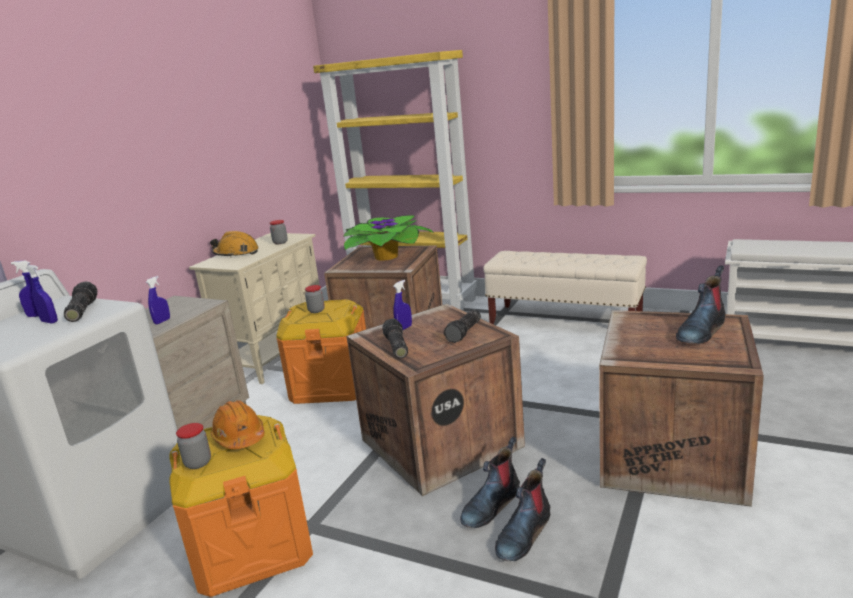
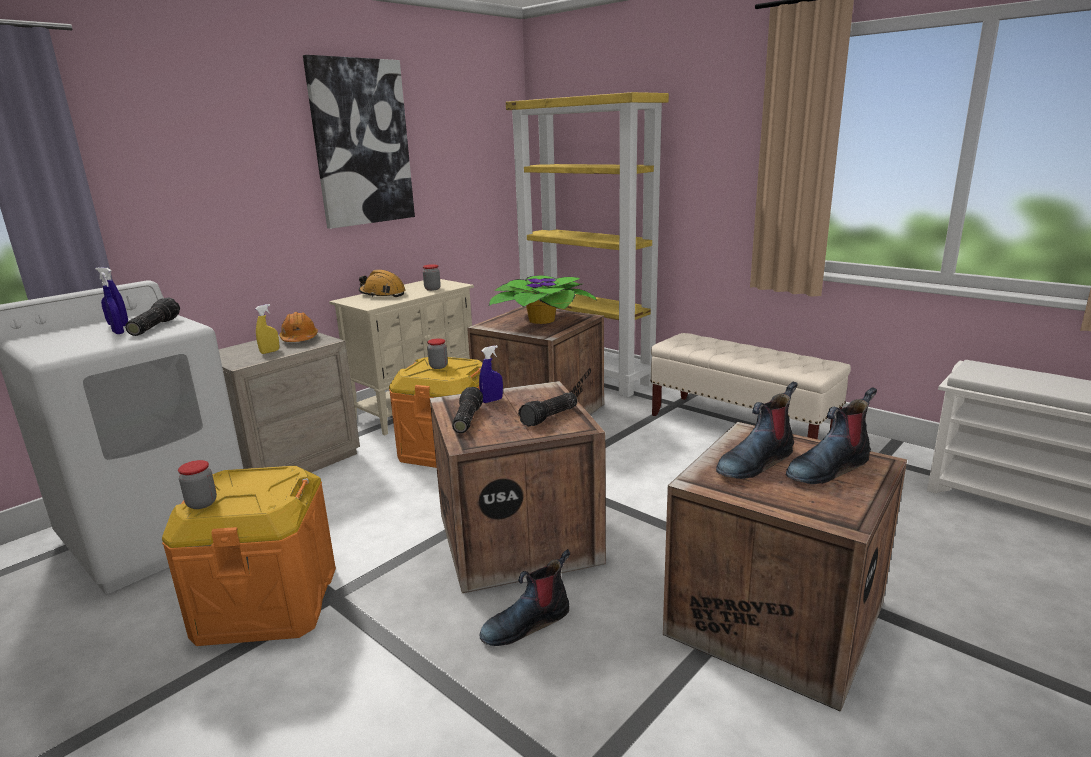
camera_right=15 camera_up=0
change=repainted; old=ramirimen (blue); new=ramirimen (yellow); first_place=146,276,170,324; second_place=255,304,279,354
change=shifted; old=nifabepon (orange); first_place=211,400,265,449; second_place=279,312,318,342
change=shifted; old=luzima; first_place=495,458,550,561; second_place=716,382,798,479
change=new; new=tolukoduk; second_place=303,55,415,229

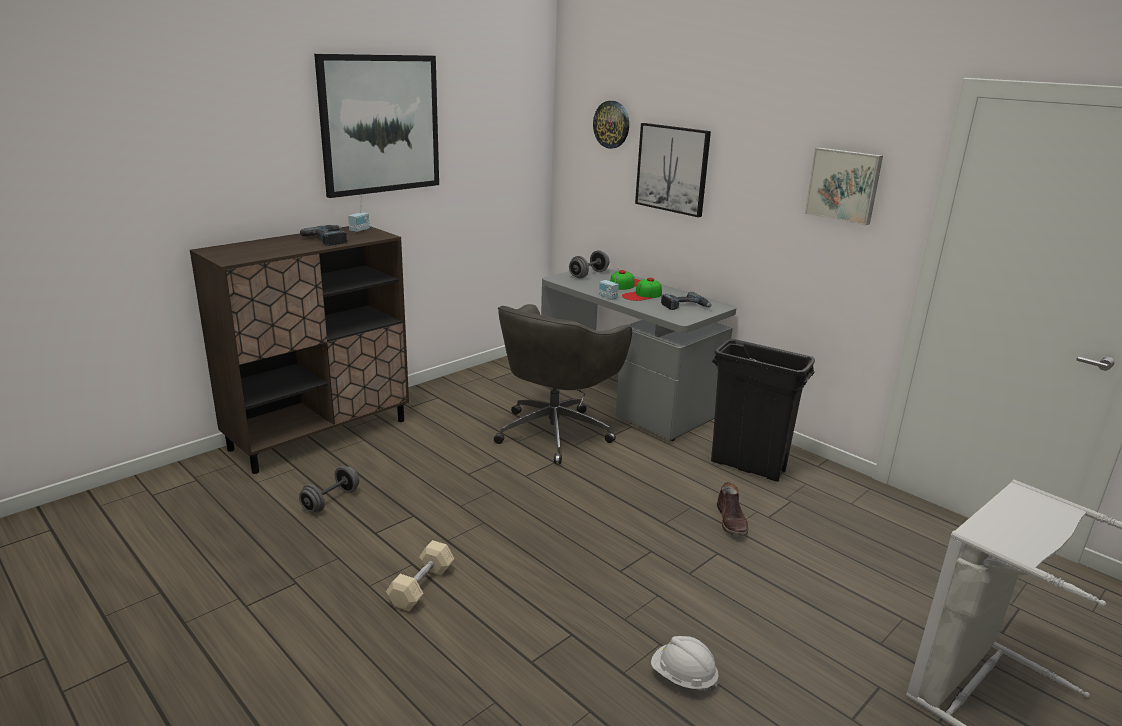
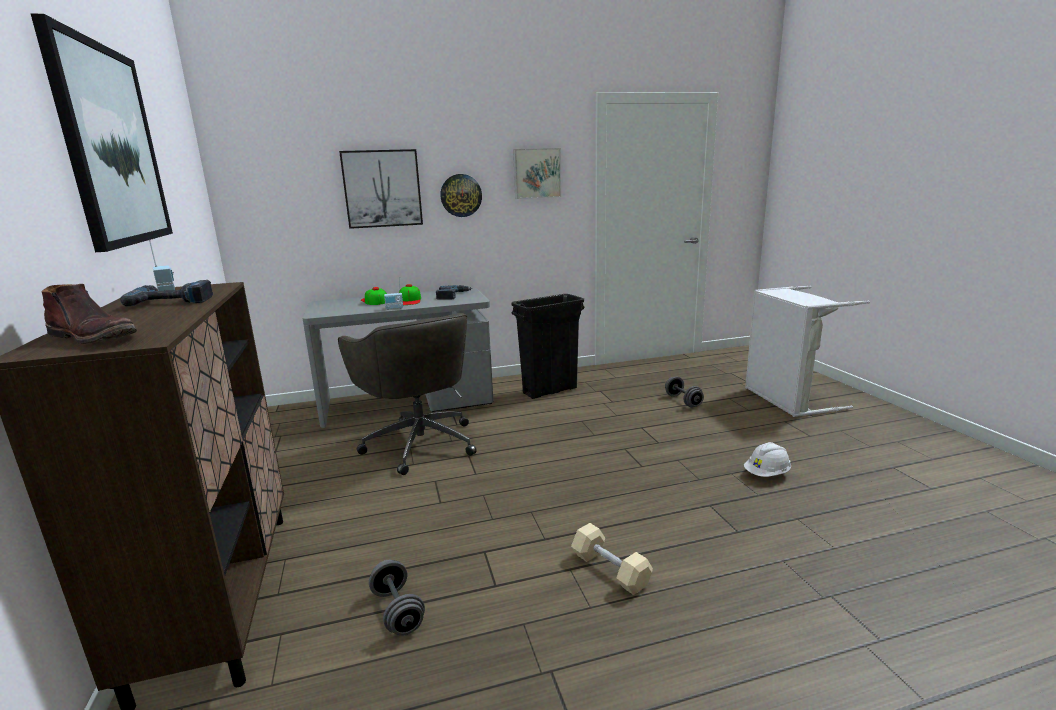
camera_right=-60 camera_up=-5
change=shifted; old=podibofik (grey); first_place=569,250,609,278; second_place=665,376,704,407
change=shifted; old=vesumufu; first_place=593,101,629,149; second_place=440,174,482,217
change=shifted; old=luzima (brown); first_place=717,482,748,536; second_place=41,284,137,344

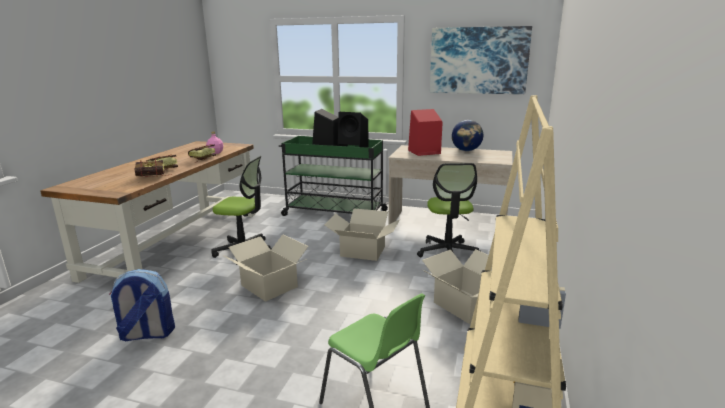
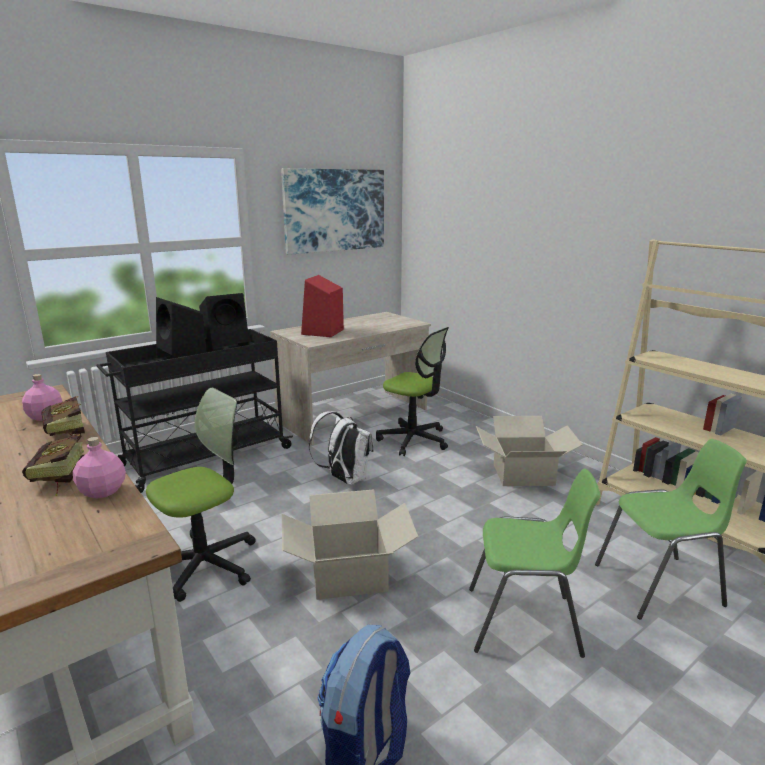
camera_right=-55 camera_up=0
change=swapped; old=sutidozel; new=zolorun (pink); first_place=134,159,172,177; second_place=73,437,126,499
change=repainted; old=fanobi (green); new=fanobi (black); first_place=279,136,388,216; second_place=96,329,293,493
change=swapped; old=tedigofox; new=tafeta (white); first_place=325,208,400,261; second_place=309,411,374,485
change=gone; old=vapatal; first_place=452,120,483,151
change=new; new=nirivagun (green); second_place=469,469,601,658

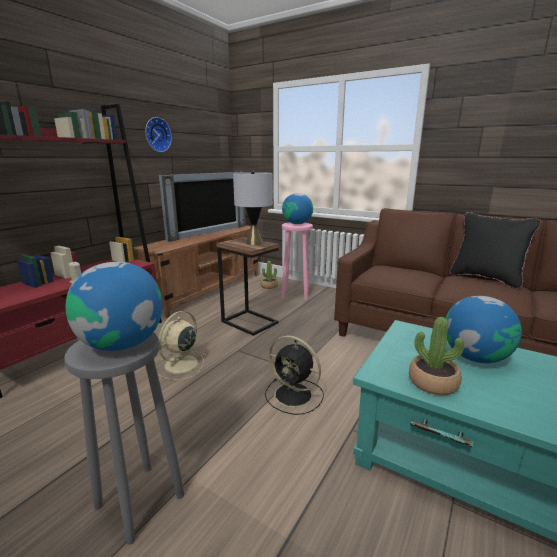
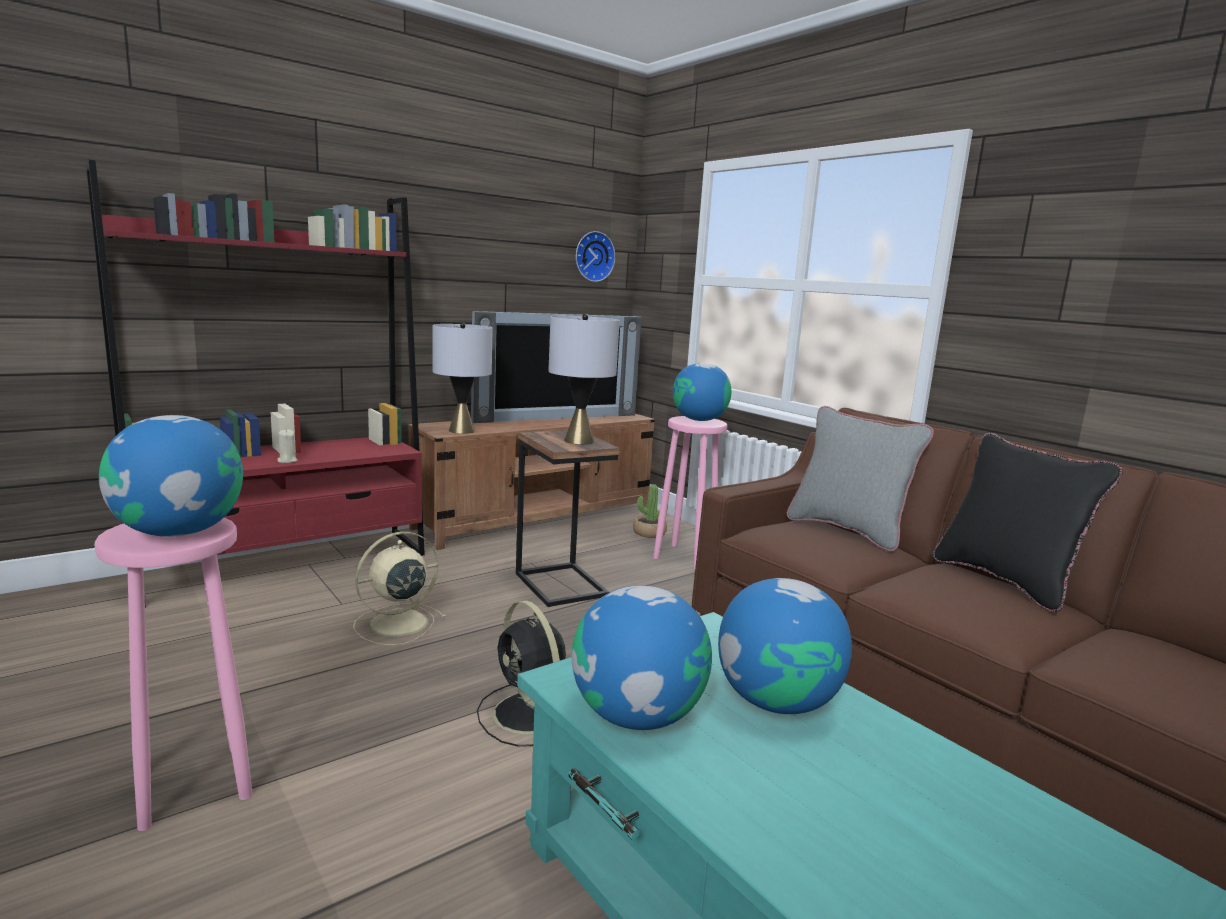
camera_right=20 camera_up=-5
change=repainted; old=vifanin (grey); new=vifanin (pink); first_place=64,332,184,545; second_place=94,518,253,831
change=shifted; old=vesumufu; first_place=145,117,172,152; second_place=576,231,615,282
change=swapped; old=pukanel; new=vapatal; first_place=409,317,464,395; second_place=572,586,712,730
change=new; new=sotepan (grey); second_place=432,322,493,434
change=new; new=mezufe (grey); second_place=787,406,934,551

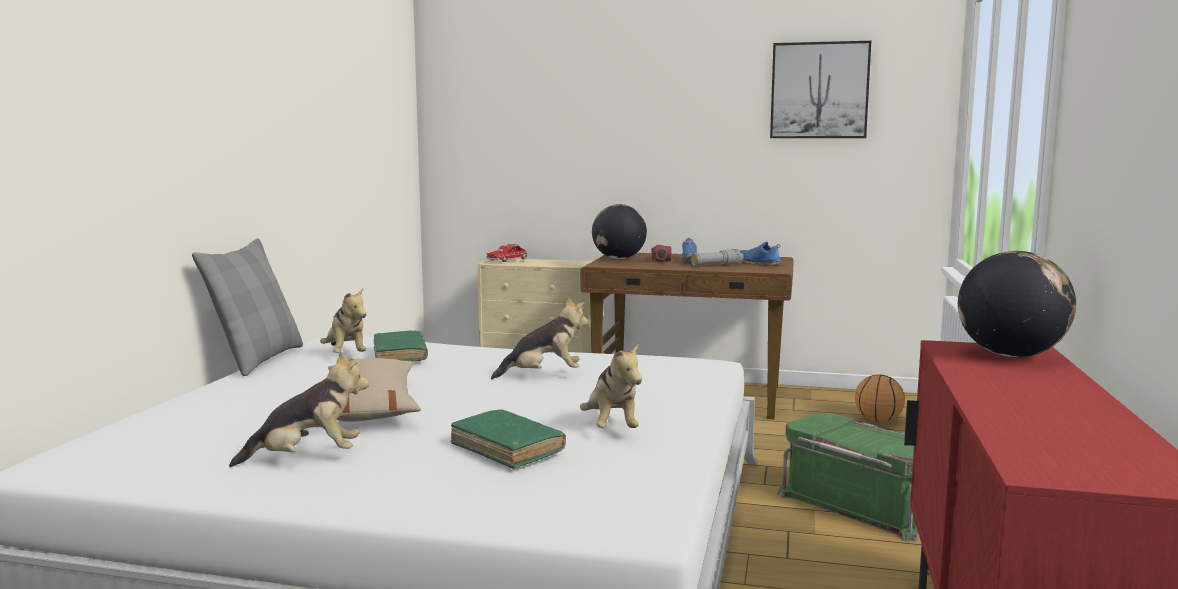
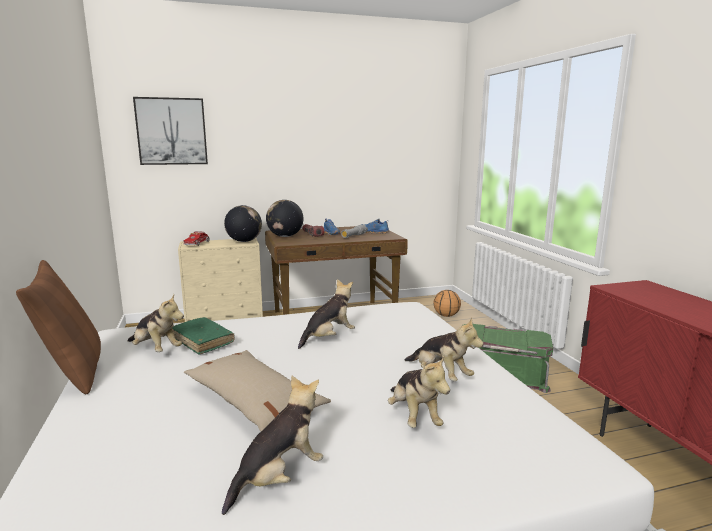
camera_right=-30 camera_up=5
change=repainted; old=mezufe (grey); new=mezufe (brown); first_place=192,238,303,376; second_place=16,260,101,394
change=swapped; old=sutidozel (green); new=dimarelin; first_place=451,409,566,469; second_place=388,357,450,428
change=shifted; old=tolukoduk; first_place=770,41,871,138; second_place=133,97,208,165
change=shifted; old=vapatal; first_place=958,251,1076,357; second_place=224,205,262,242

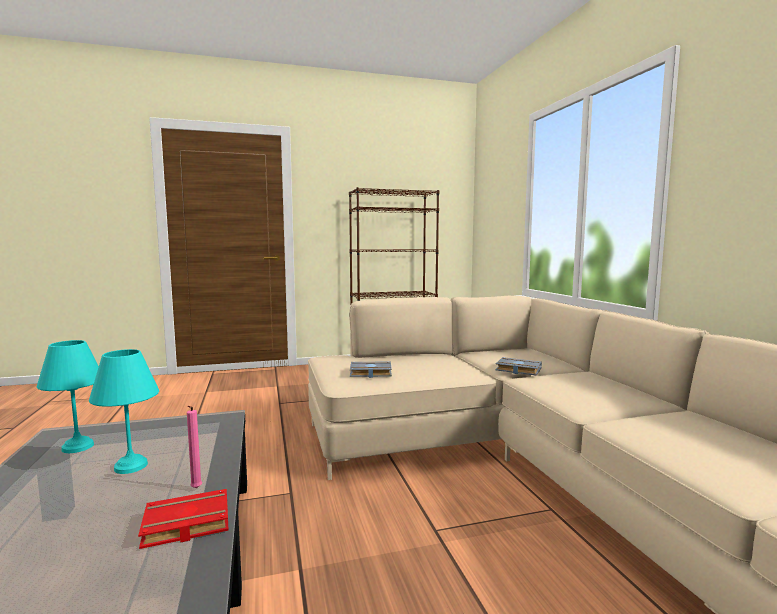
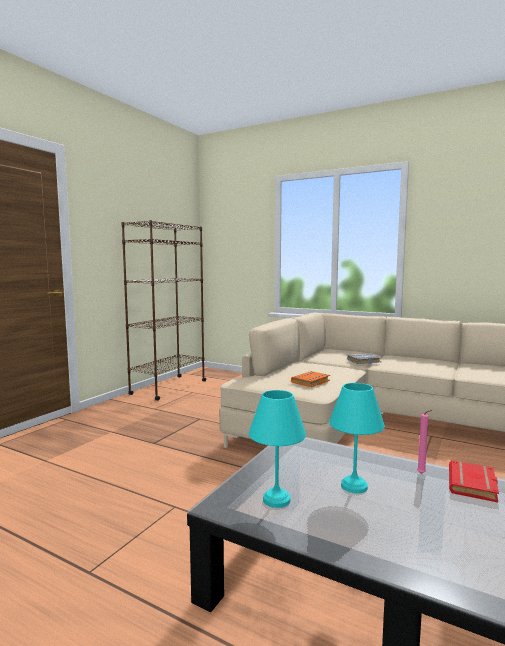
camera_right=-45 camera_up=0
change=repainted; old=sutidozel (grey); new=sutidozel (orange); first_place=350,361,392,378; second_place=291,371,330,387

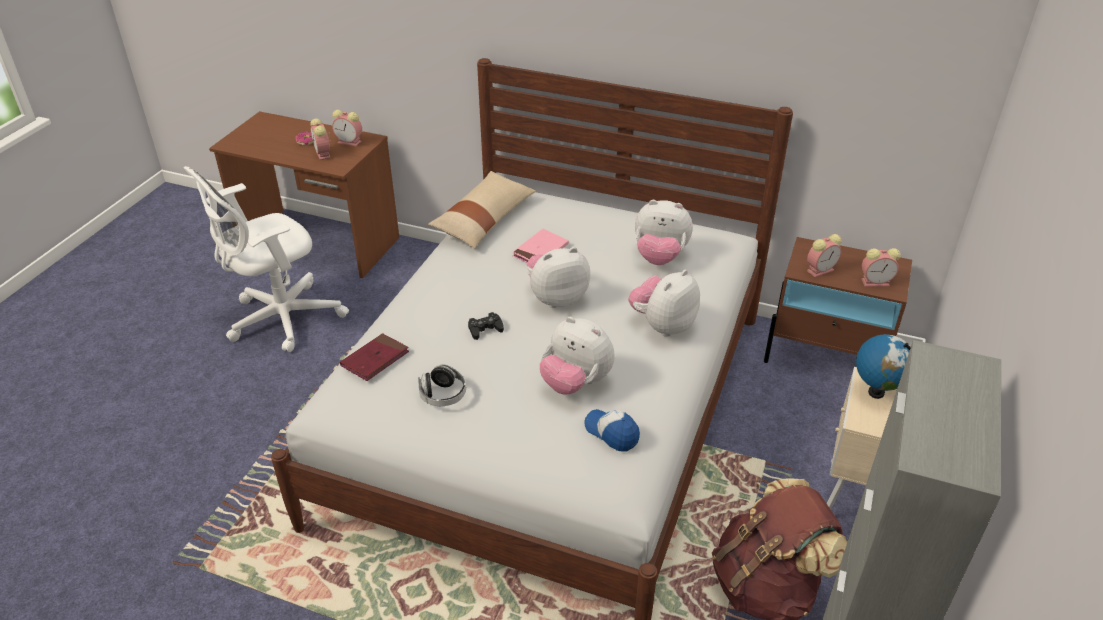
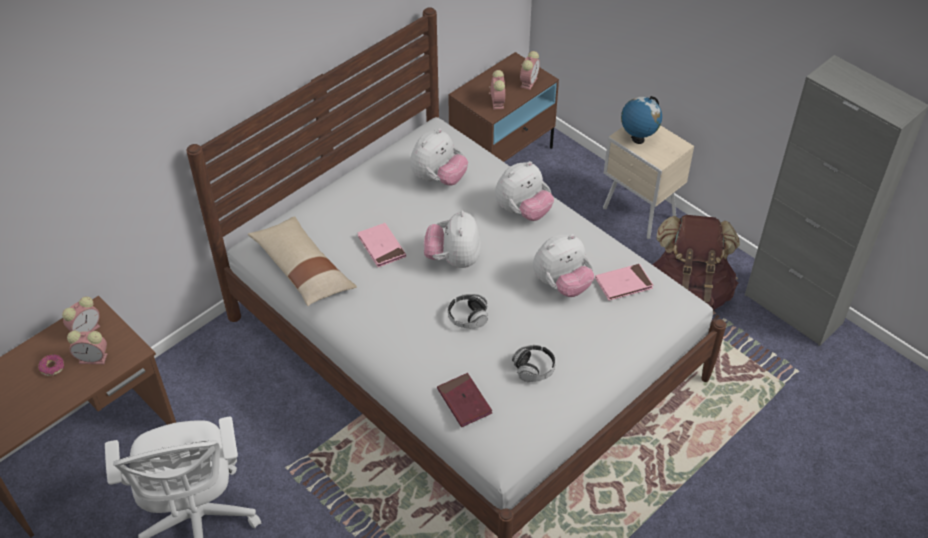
camera_right=-65 camera_up=10
change=swapped; old=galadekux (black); new=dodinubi; first_place=468,312,504,340; second_place=448,294,488,328
change=swapped; old=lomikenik; new=sutidozel (pink); first_place=584,409,640,452; second_place=595,264,653,301
change=rotated; old=dimarelin; first_place=629,270,700,337; second_place=495,161,554,221; degrees=-105

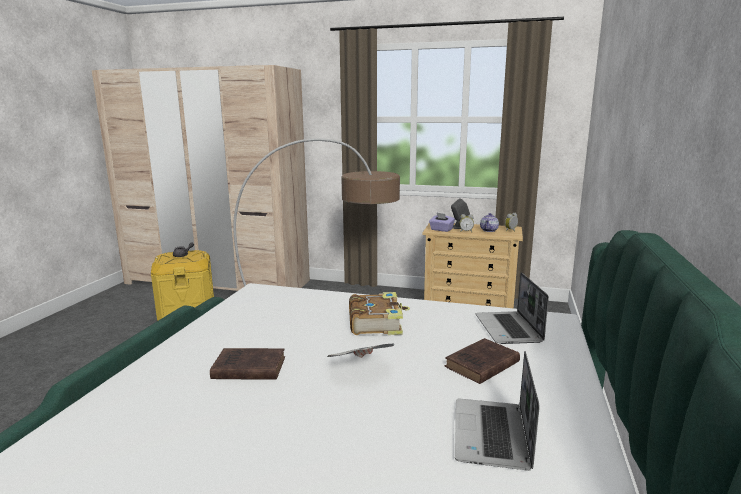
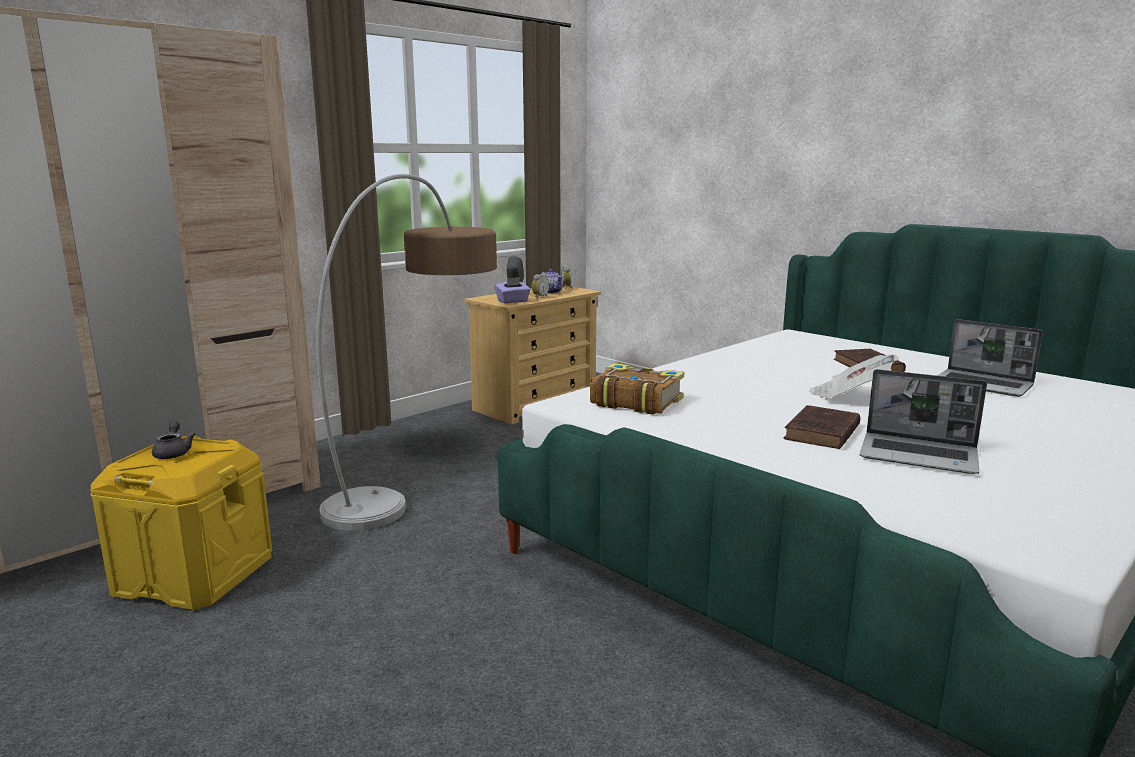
camera_right=-60 camera_up=0
change=shifted; old=sutidozel; first_place=349,292,410,335; second_place=590,363,684,415
change=shifted; old=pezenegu; first_place=476,272,549,344; second_place=860,369,987,474

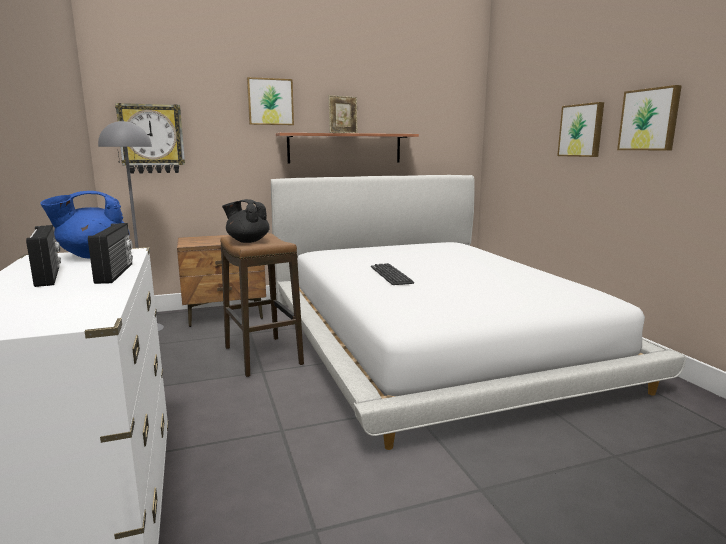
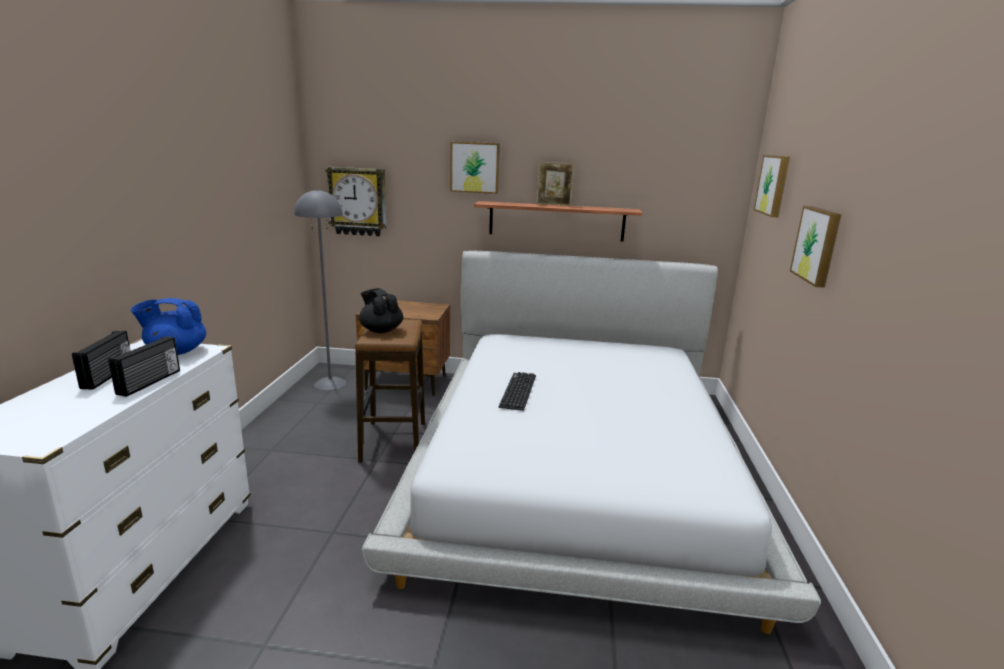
camera_right=25 camera_up=5
change=shifted; old=tolukoduk; first_place=617,85,682,150; second_place=754,155,790,217

